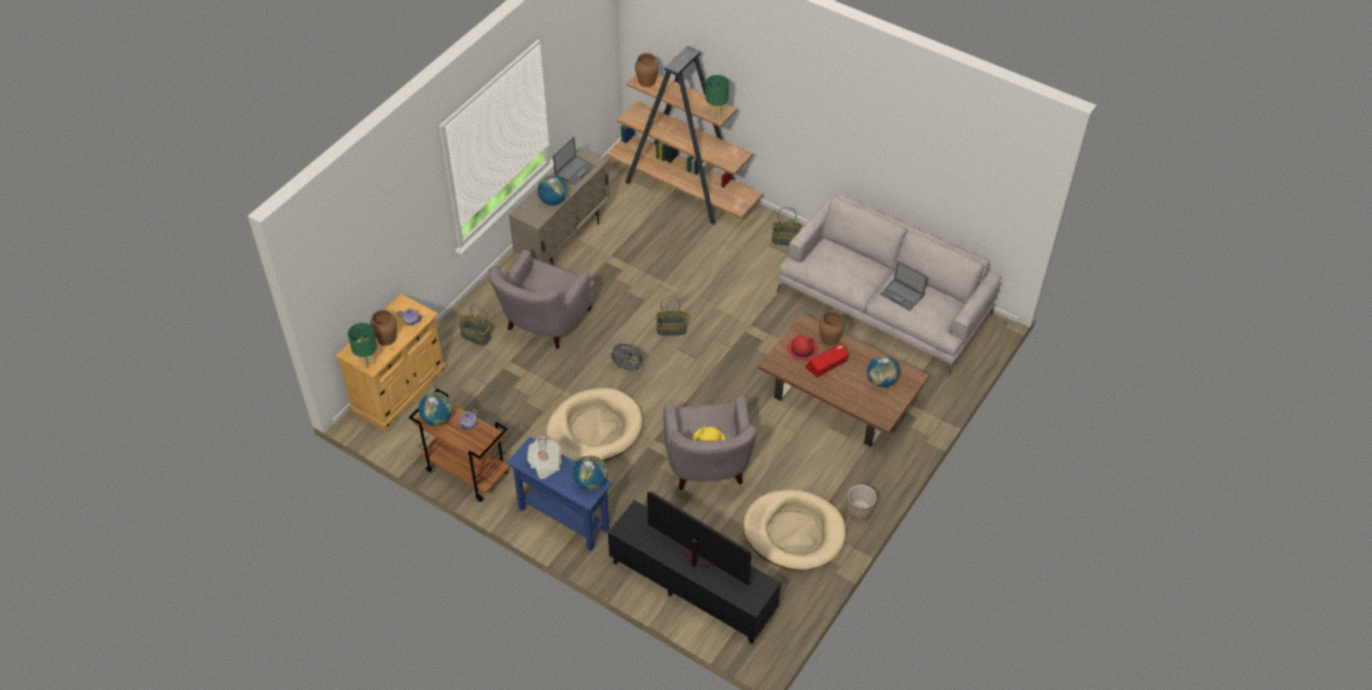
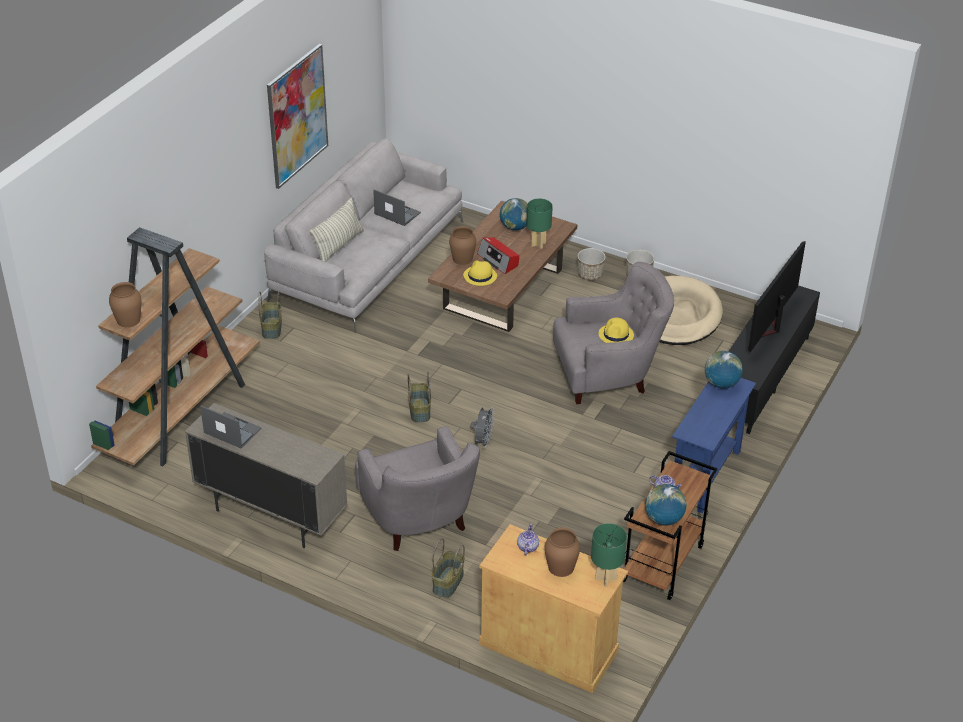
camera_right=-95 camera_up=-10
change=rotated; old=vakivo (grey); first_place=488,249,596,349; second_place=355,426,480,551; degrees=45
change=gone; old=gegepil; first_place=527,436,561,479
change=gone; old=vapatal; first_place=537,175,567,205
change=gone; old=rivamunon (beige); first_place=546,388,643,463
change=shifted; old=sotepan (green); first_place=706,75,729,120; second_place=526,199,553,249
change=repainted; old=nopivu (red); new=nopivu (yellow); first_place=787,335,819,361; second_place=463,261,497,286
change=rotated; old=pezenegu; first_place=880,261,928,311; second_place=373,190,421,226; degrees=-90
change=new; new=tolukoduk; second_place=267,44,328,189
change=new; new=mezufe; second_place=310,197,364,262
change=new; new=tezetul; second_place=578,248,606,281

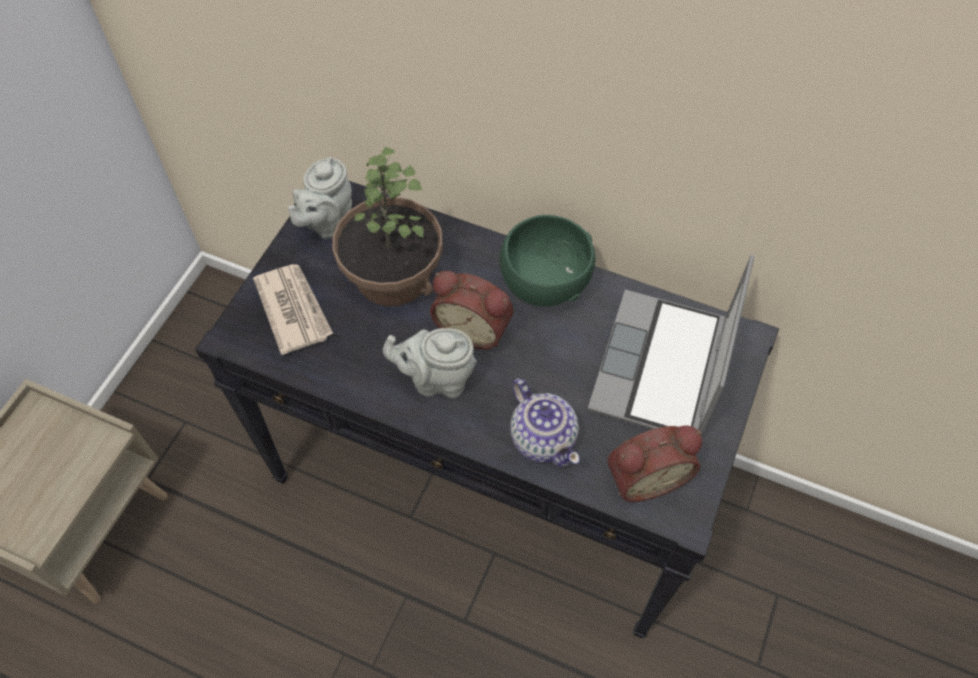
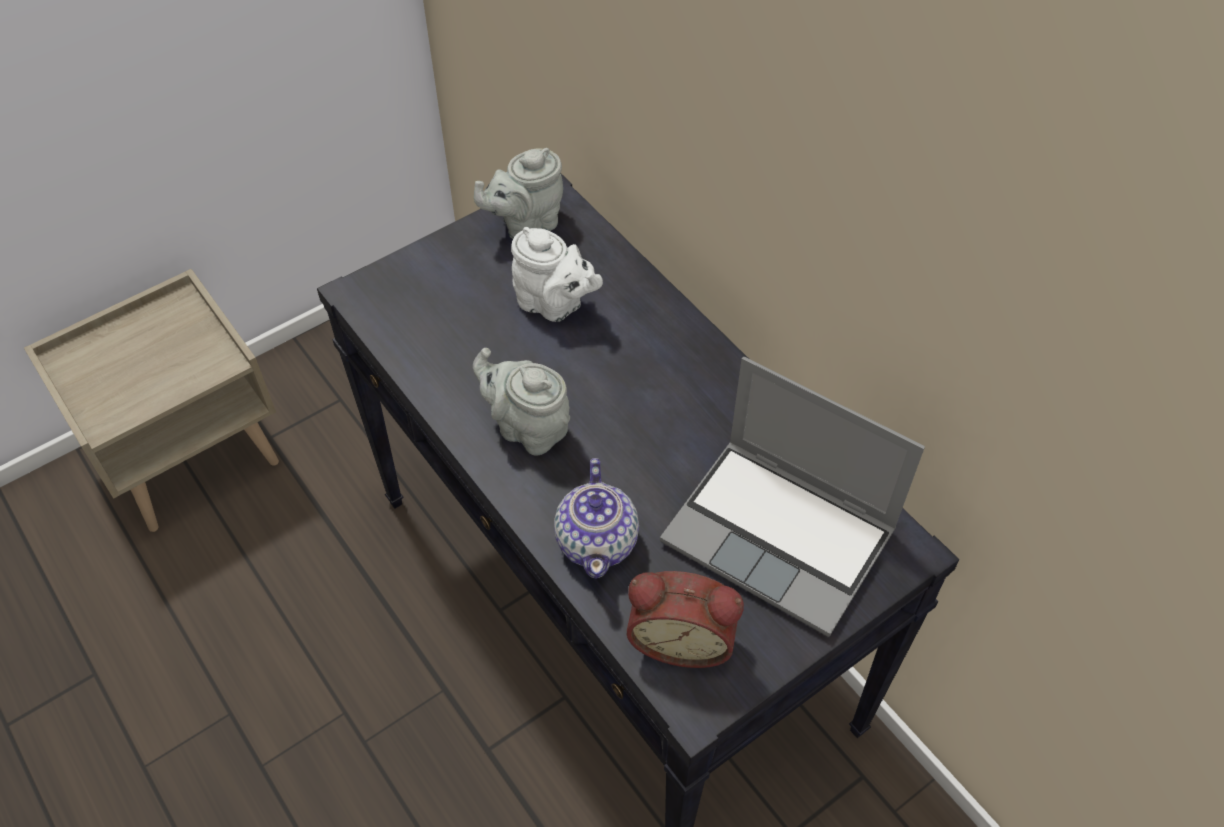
camera_right=30 camera_up=-5
change=gone; old=gegepil; first_place=253,264,333,355
change=swapped; old=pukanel; new=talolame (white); first_place=332,146,443,306; second_place=511,227,603,322
change=gone; old=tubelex; first_place=430,271,514,349
change=gone; old=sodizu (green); first_place=500,215,595,306
change=rotated; old=pezenegu; first_place=587,254,754,436; second_place=660,357,925,637; degrees=-105

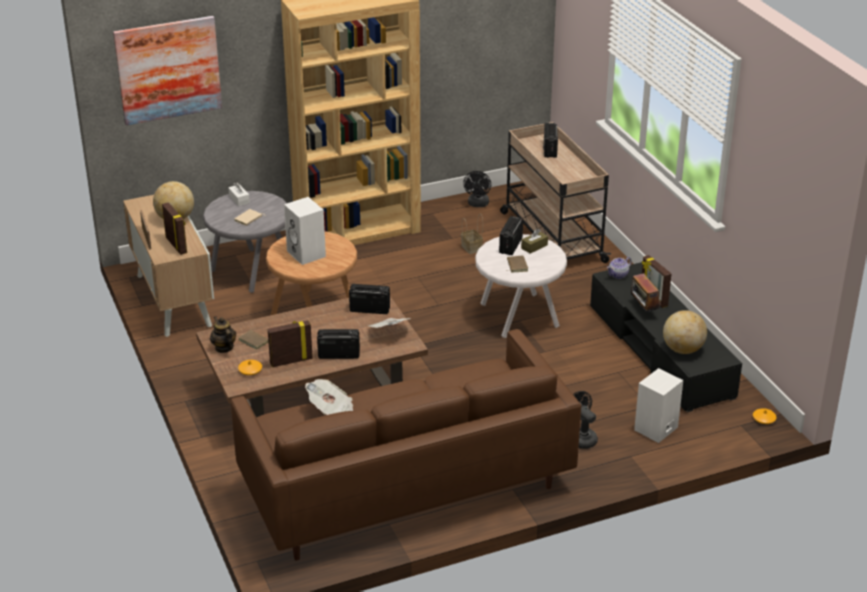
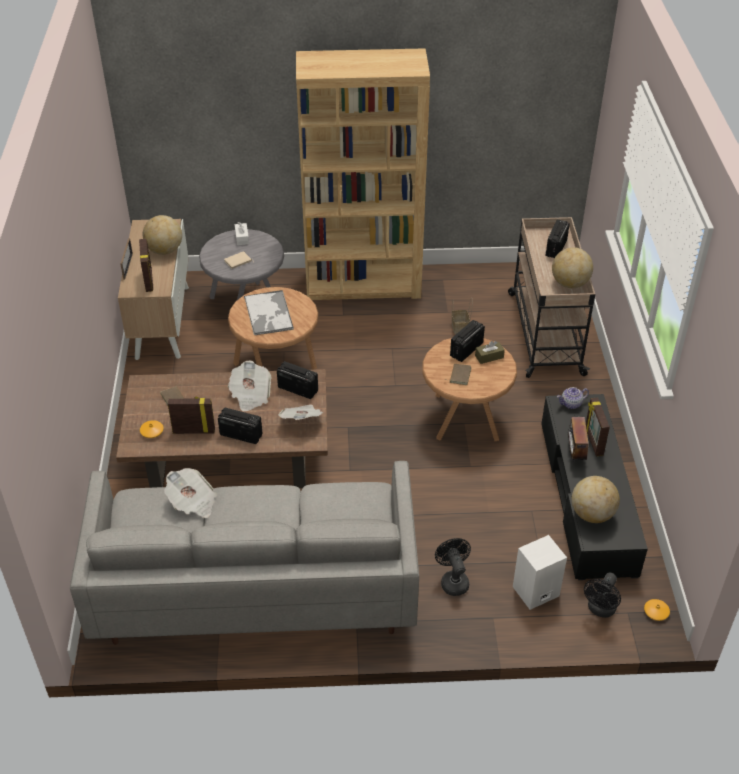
camera_right=20 camera_up=10
change=gone; old=tolukoduk; first_place=113,16,222,125
change=gone; old=talolame; first_place=210,316,236,353
change=repainted; old=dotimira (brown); new=dotimira (grey); first_place=230,329,581,560; second_place=70,461,419,645
change=swapped; old=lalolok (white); new=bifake; first_place=284,197,326,265; second_place=244,290,294,335
change=shifted; old=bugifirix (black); first_place=463,171,491,207; second_place=584,573,621,618
change=repainted; old=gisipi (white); new=gisipi (brown); first_place=475,234,567,338; second_place=422,338,517,441
change=new; new=gegepil; second_place=228,361,271,412
change=new; new=vapatal; second_place=552,247,593,288

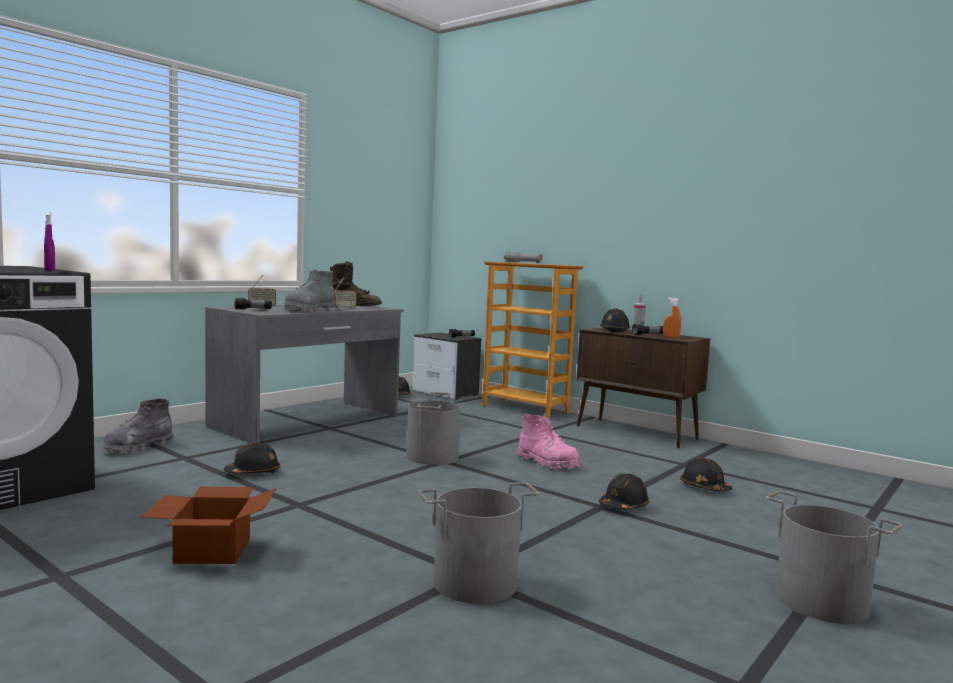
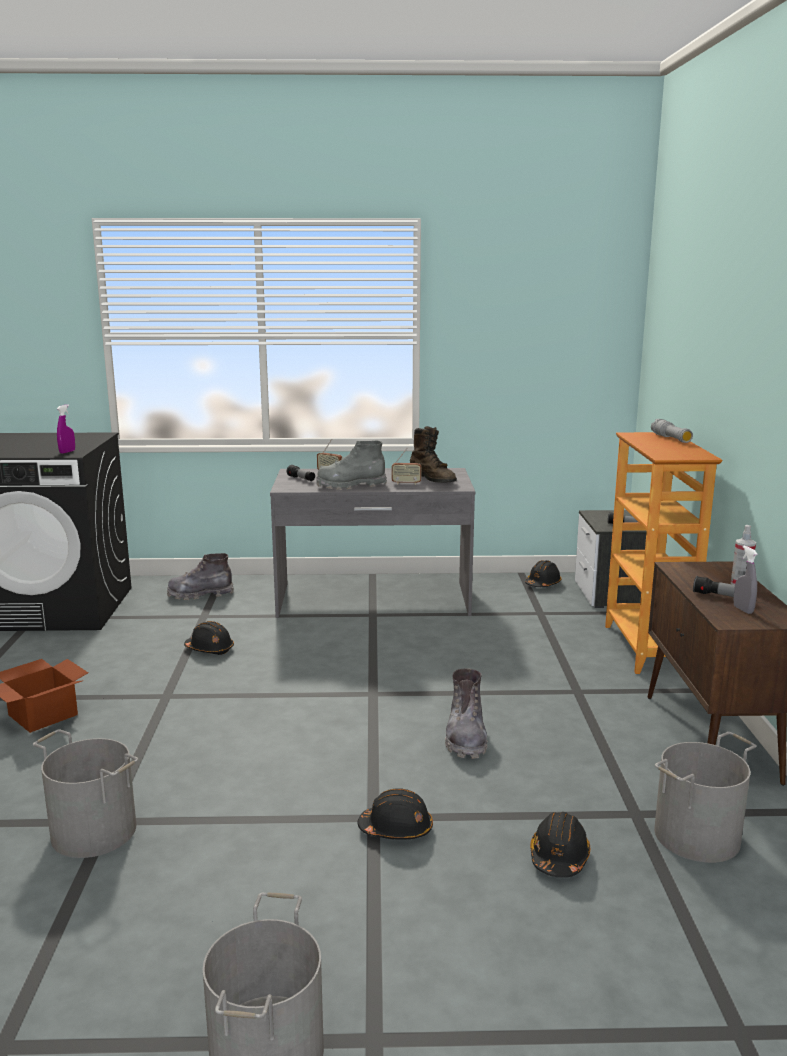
camera_right=50 camera_up=10
change=shifted; old=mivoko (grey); first_place=407,392,461,465; second_place=654,732,756,863
change=repainted; old=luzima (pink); new=luzima (grey); first_place=517,414,581,470; second_place=445,668,488,759
change=gone; old=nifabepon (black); first_place=599,308,631,333
change=repainted; old=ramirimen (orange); new=ramirimen (grey); first_place=663,298,681,338; second_place=734,546,758,614

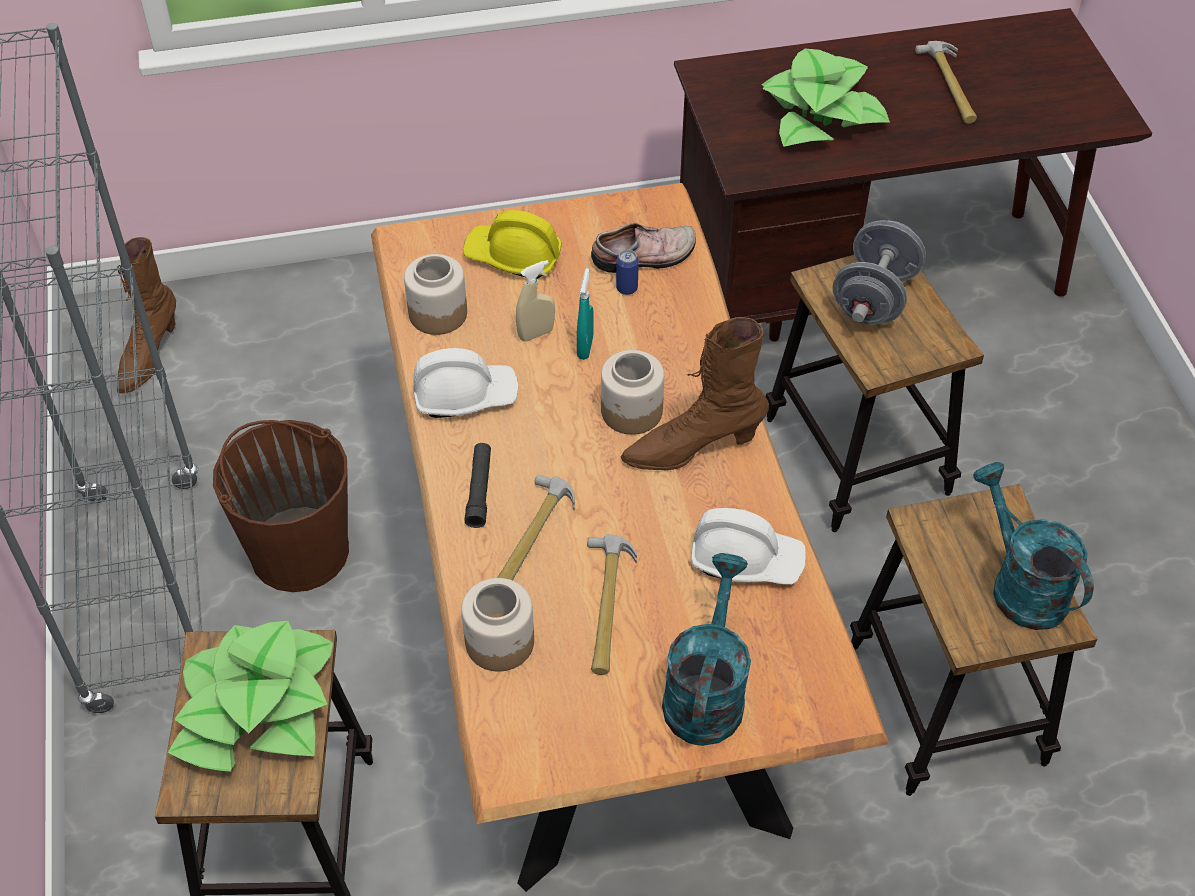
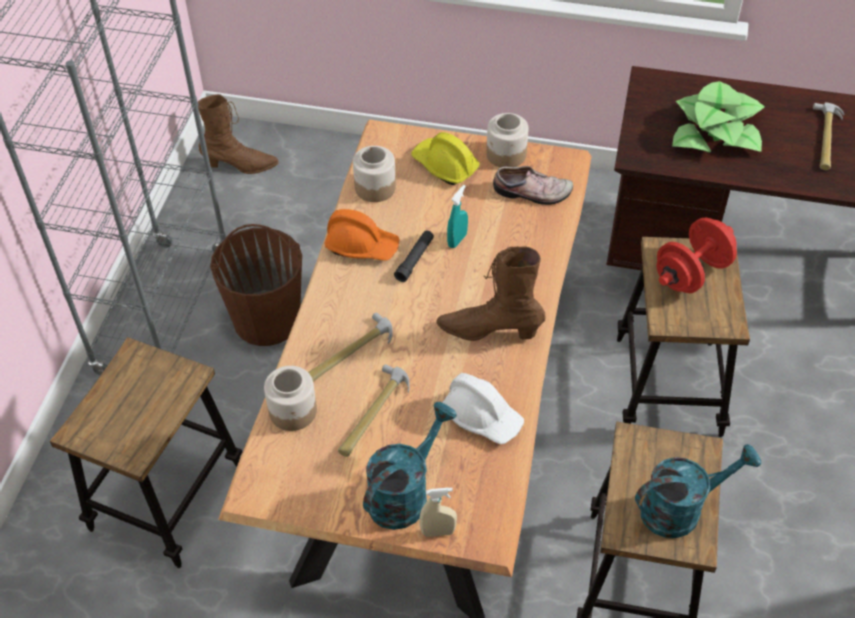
camera_right=25 camera_up=0
change=rotated; old=luzima (brown); first_place=117,237,176,393; second_place=198,94,279,174; degrees=-135
change=gone; old=pukanel; first_place=168,621,333,772
change=repainted; old=nifabepon (white); new=nifabepon (orange); first_place=413,348,519,418; second_place=324,209,400,261
change=shifted; old=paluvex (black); first_place=464,443,491,528; second_place=394,230,434,282
change=shifted; old=ramirimen (beige); first_place=516,260,555,341; second_place=419,488,457,537
change=shifted; old=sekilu; first_place=601,350,664,435; second_place=486,113,529,168
change=gone; old=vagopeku; first_place=616,250,639,295
change=repainted; old=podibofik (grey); new=podibofik (red); first_place=832,220,926,325; second_place=657,218,737,293
change=rotated; old=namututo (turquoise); first_place=973,462,1094,630; second_place=635,444,761,538; degrees=75

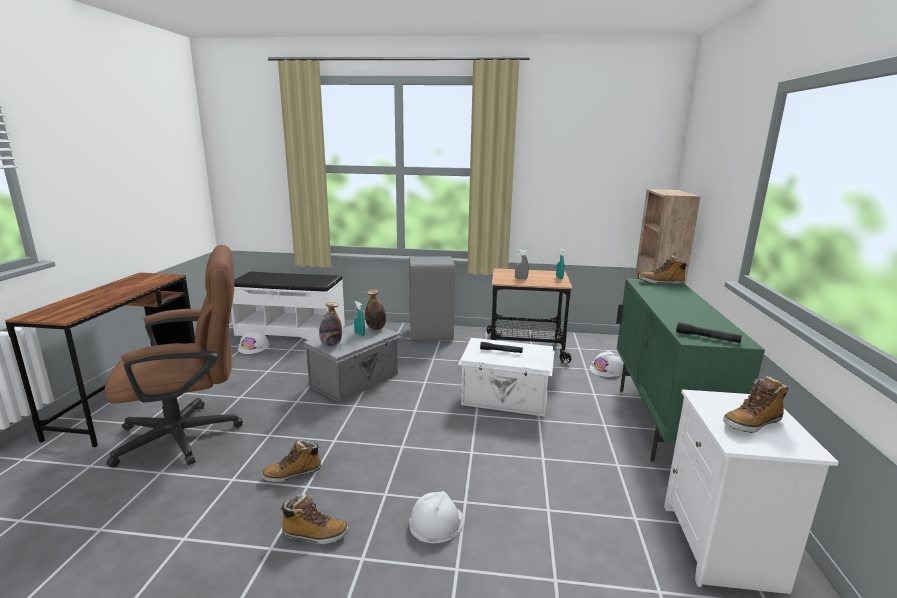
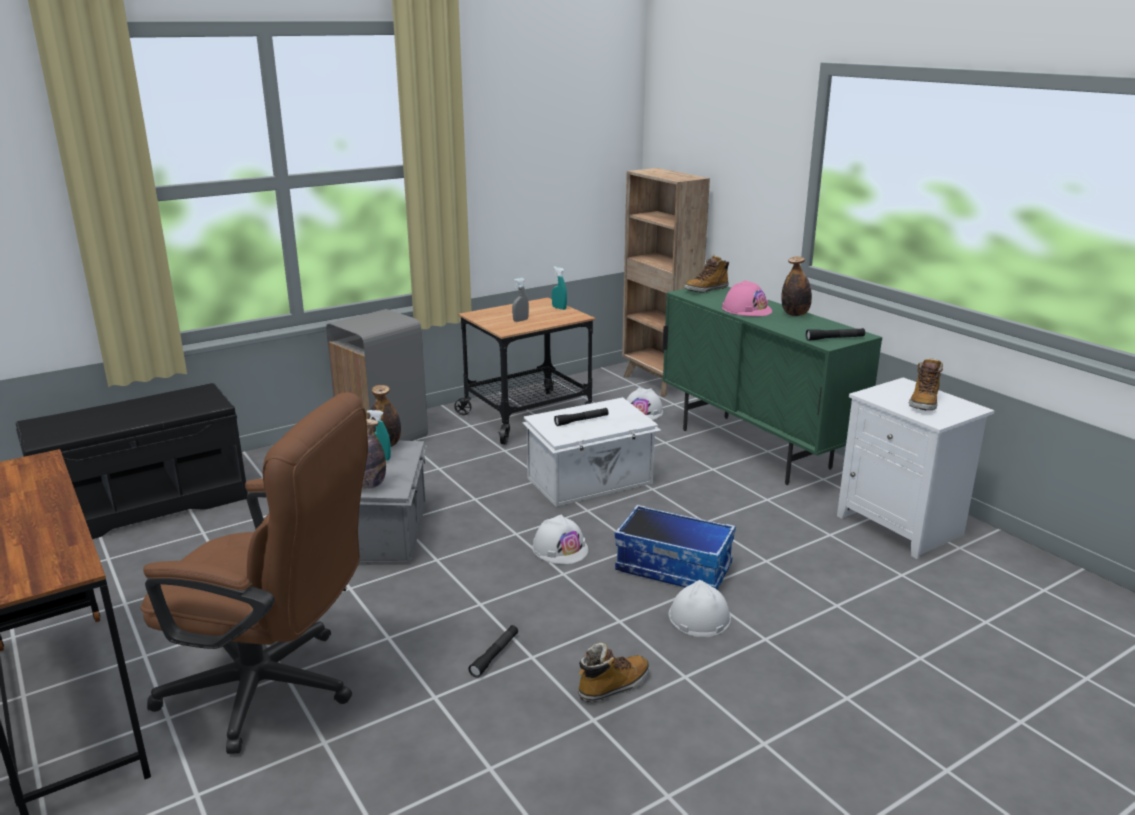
camera_right=-40 camera_up=5
change=rotated; old=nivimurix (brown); first_place=105,245,243,467; second_place=140,392,368,754; degrees=75
change=repainted; old=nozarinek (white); new=nozarinek (black); first_place=231,271,345,340; second_place=16,383,248,539
change=shifted; old=nifabepon (white); first_place=238,330,270,354; second_place=532,515,588,564
change=swapped; old=luzima; new=paluvex (black); first_place=262,439,321,482; second_place=468,625,518,678
change=new; new=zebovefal; second_place=615,505,736,590
change=new; new=nifabepon (pink); second_place=722,280,772,316
change=new; new=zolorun; second_place=781,256,812,316

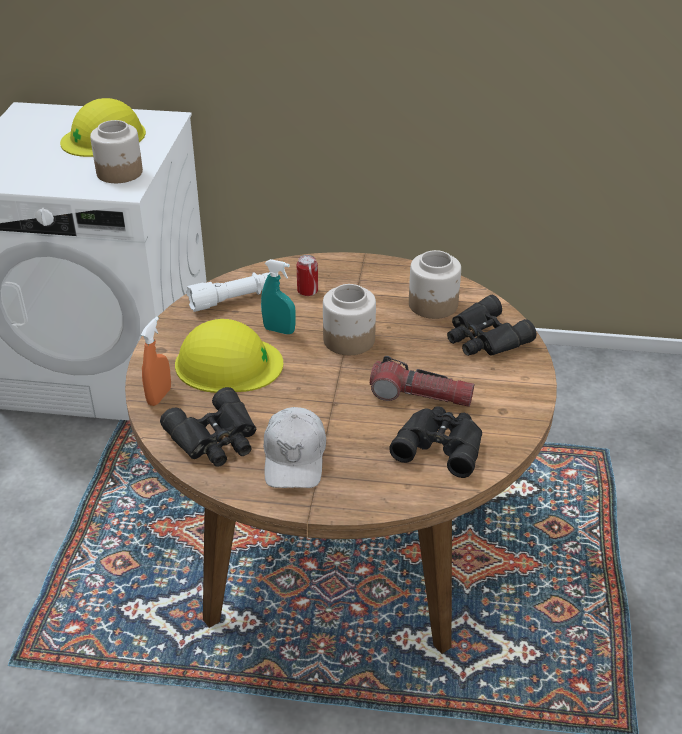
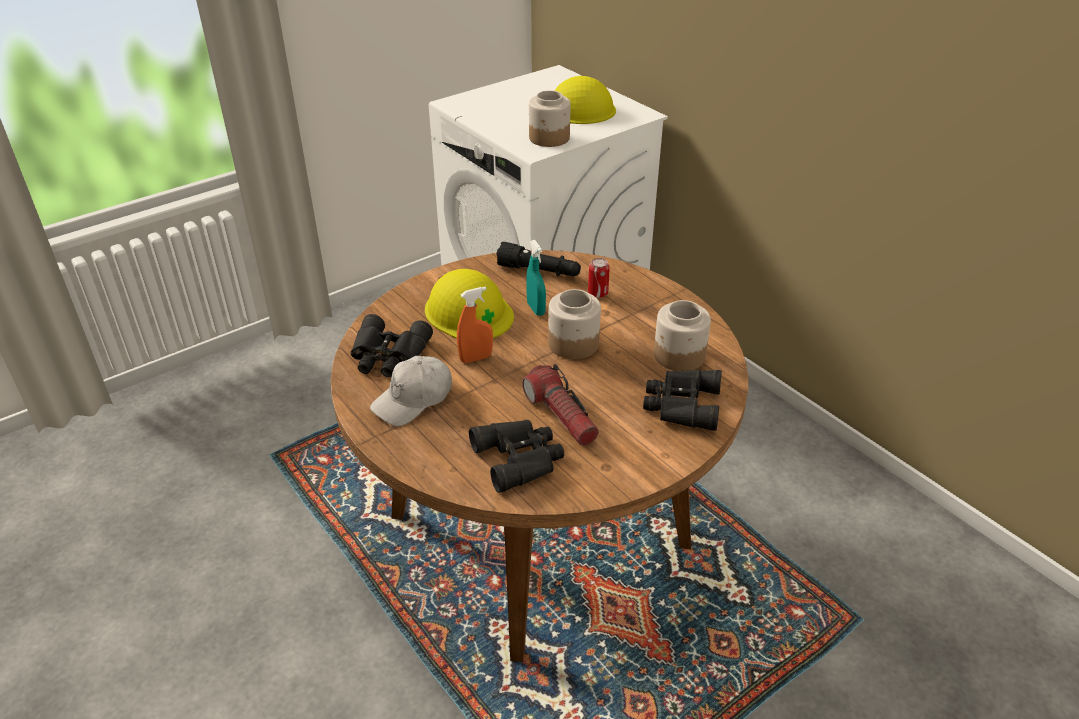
camera_right=45 camera_up=0
change=shifted; old=ramirimen (orange); first_place=141,317,171,406; second_place=457,287,493,363
change=repainted; old=paluvex (white); new=paluvex (black); first_place=186,272,270,312; second_place=496,242,581,276

